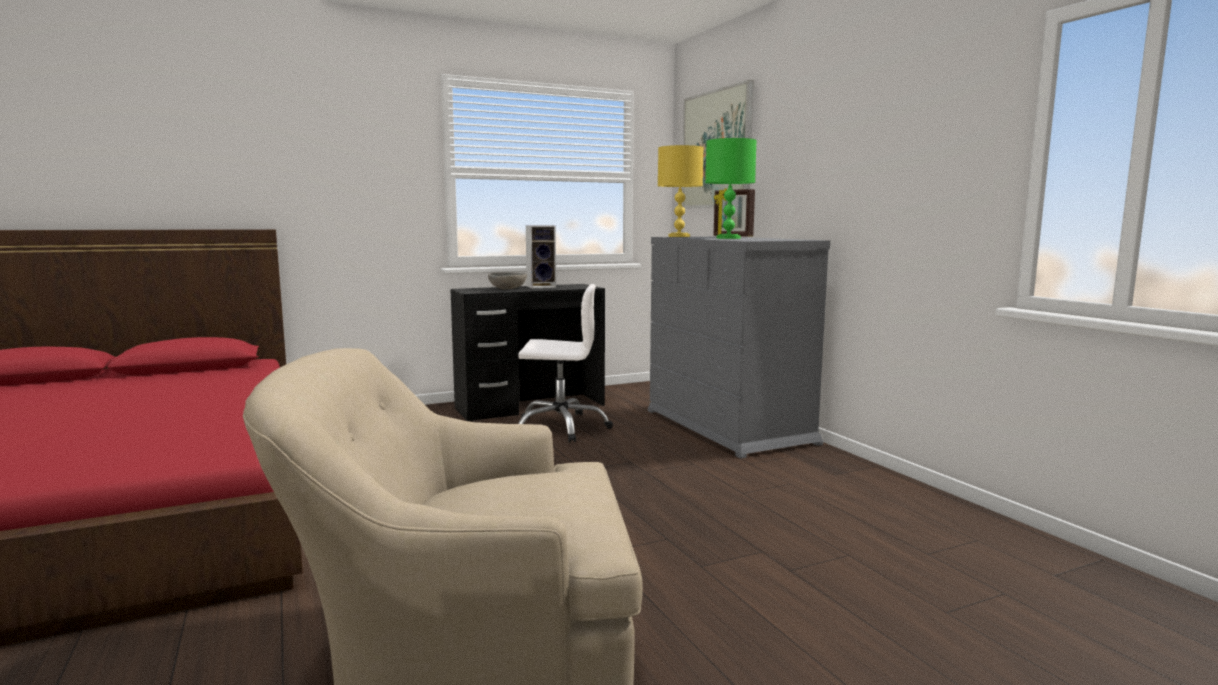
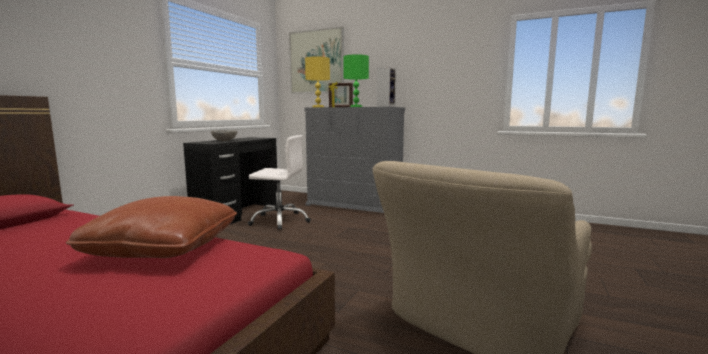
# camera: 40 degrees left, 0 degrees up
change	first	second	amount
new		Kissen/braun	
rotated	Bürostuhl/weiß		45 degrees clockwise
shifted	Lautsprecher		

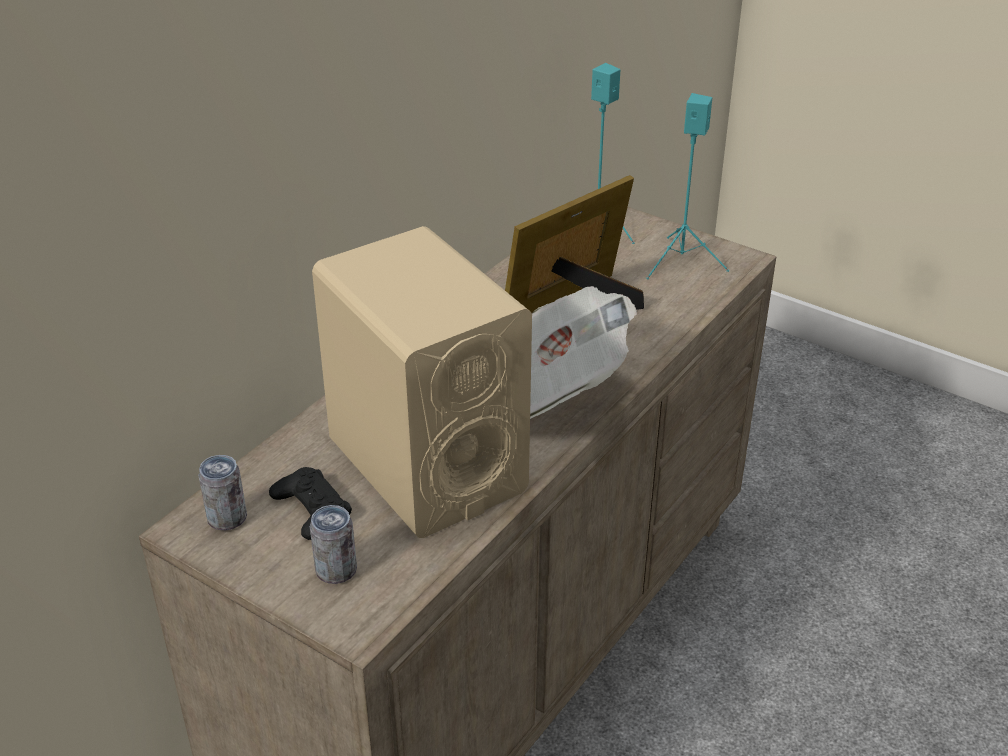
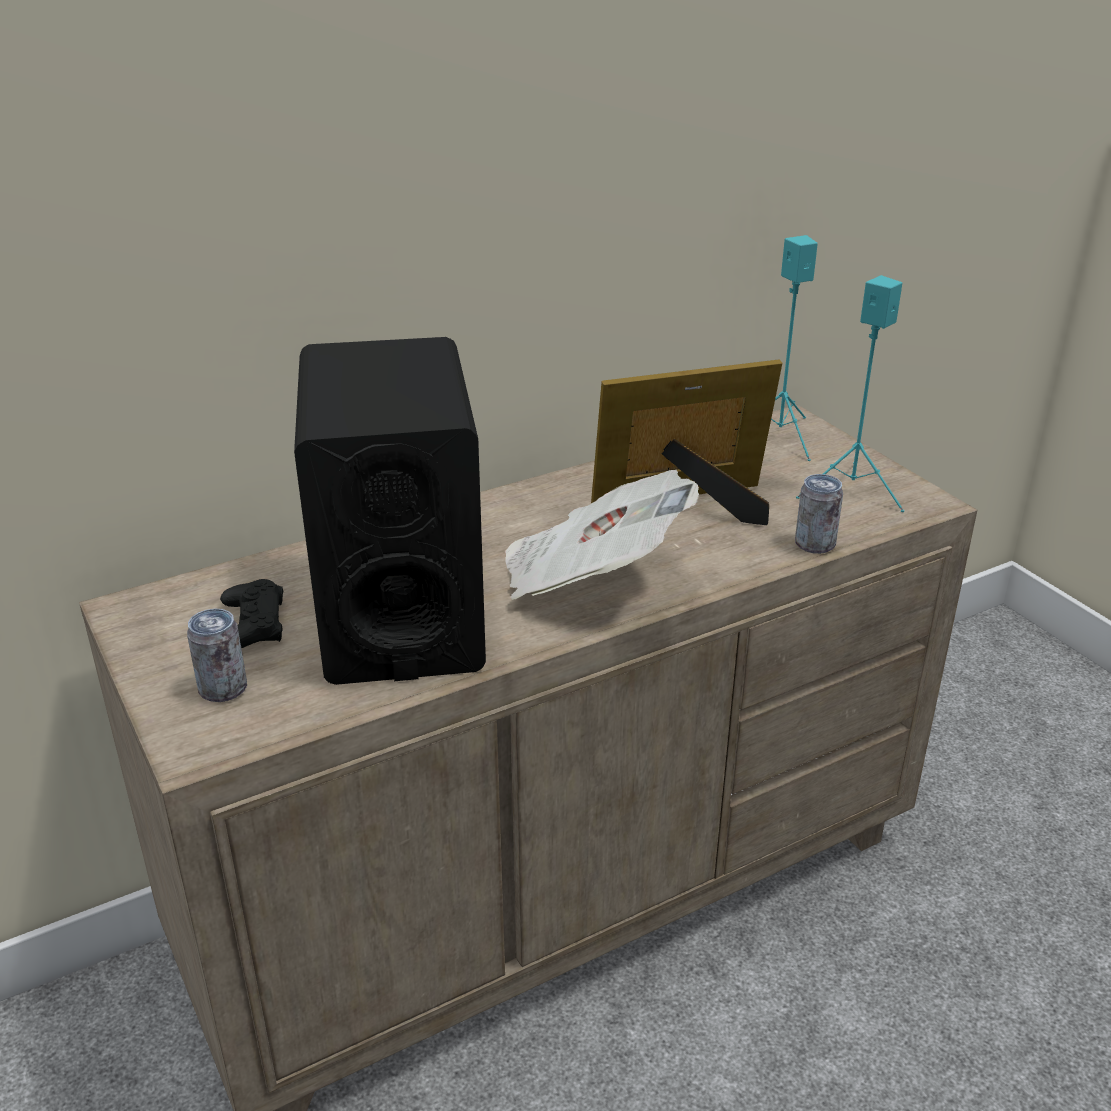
# camera: 25 degrees right, 5 degrees down
change	first	second	amount
repainted	Lautsprecher/beige	Lautsprecher/schwarz	
shifted	Dose (no. 1 from left in the first image)	Dose (no. 2 from left)	

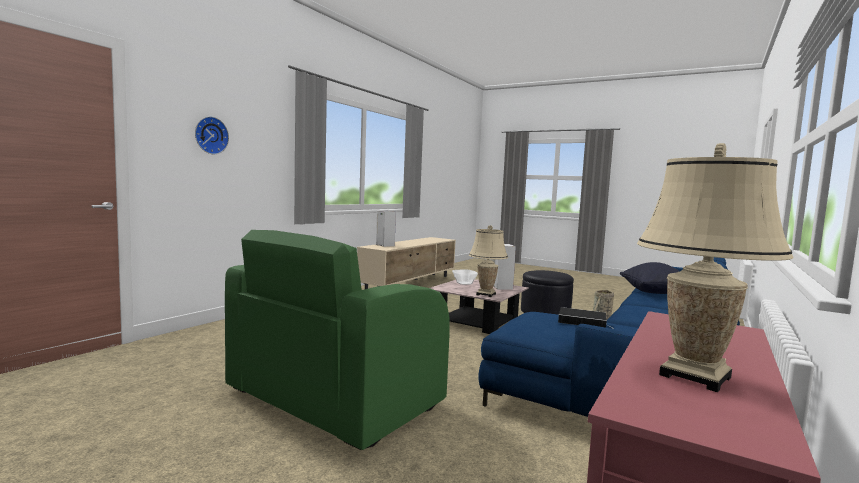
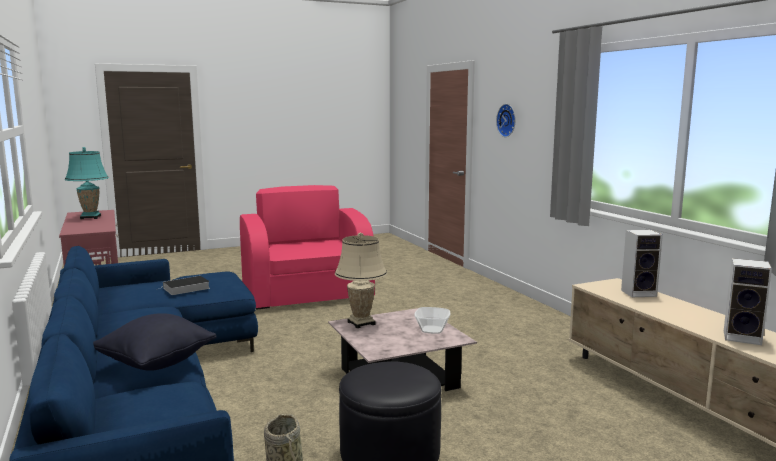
# camera: 125 degrees right, 5 degrees up
change	first	second	amount
repainted	Tischlampe/beige (no. 2 from left)	Tischlampe/türkis	
repainted	Sessel/grün	Sessel/rosa	
shifted	Lautsprecher (no. 2 from left)		

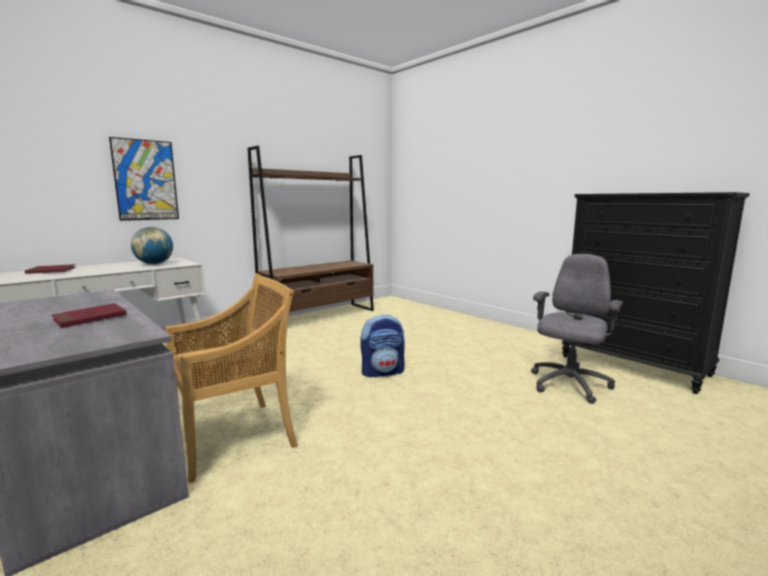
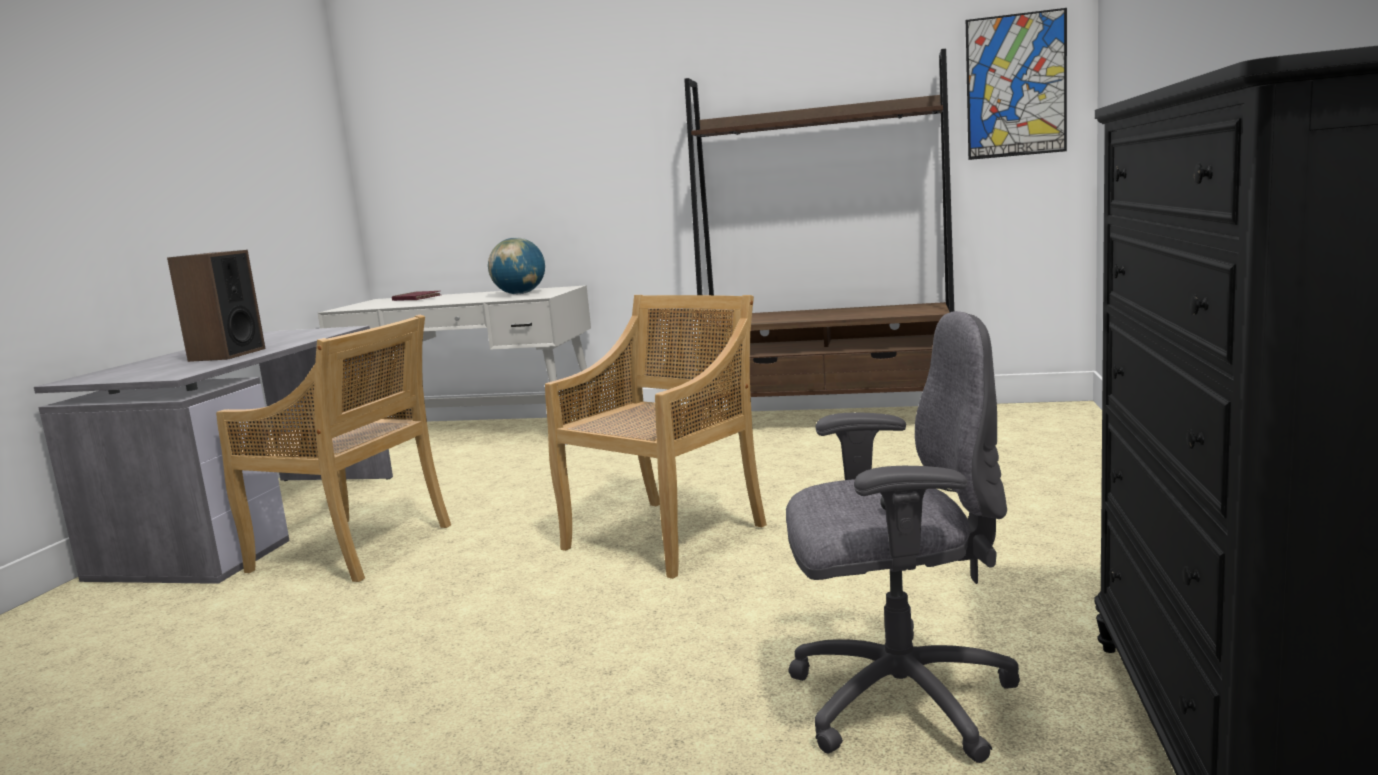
# camera: 55 degrees right, 0 degrees up
change	first	second	amount
swapped	Buch/rot (no. 2 from left)	Lautsprecher	
swapped	Rucksack	Stuhl/beige (no. 2 from left)	
shifted	Bild		

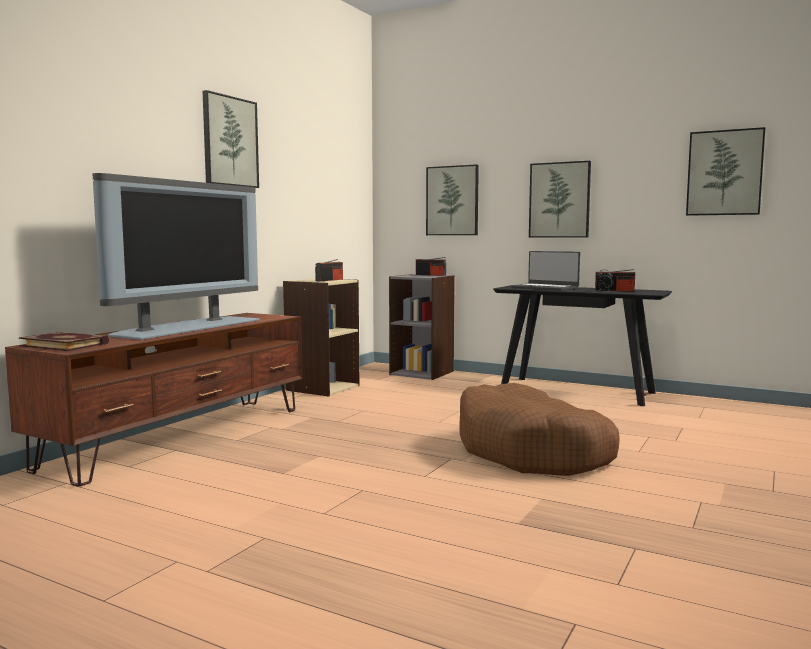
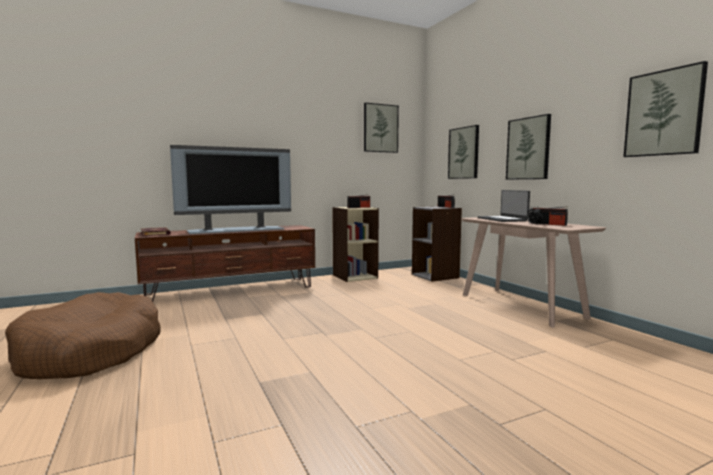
# camera: 35 degrees right, 0 degrees up
change	first	second	amount
shifted	Hundebett/braun		
shifted	Bild (no. 1 from left)		
repainted	Konsolentisch/schwarz	Konsolentisch/beige	

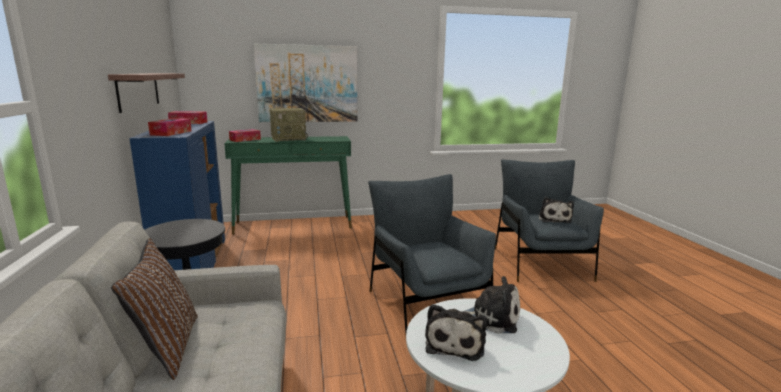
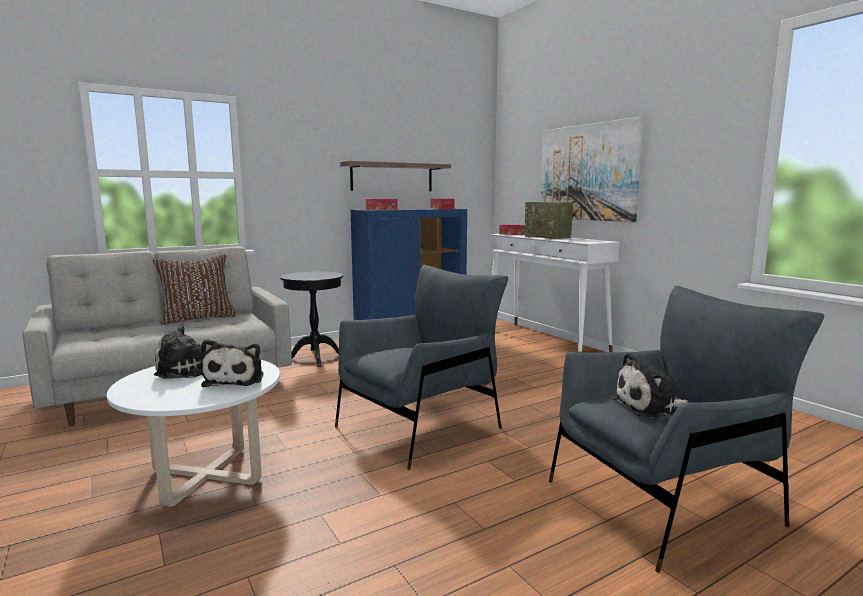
# camera: 70 degrees right, 5 degrees down
change	first	second	amount
repainted	Konsolentisch/grün	Konsolentisch/weiß	

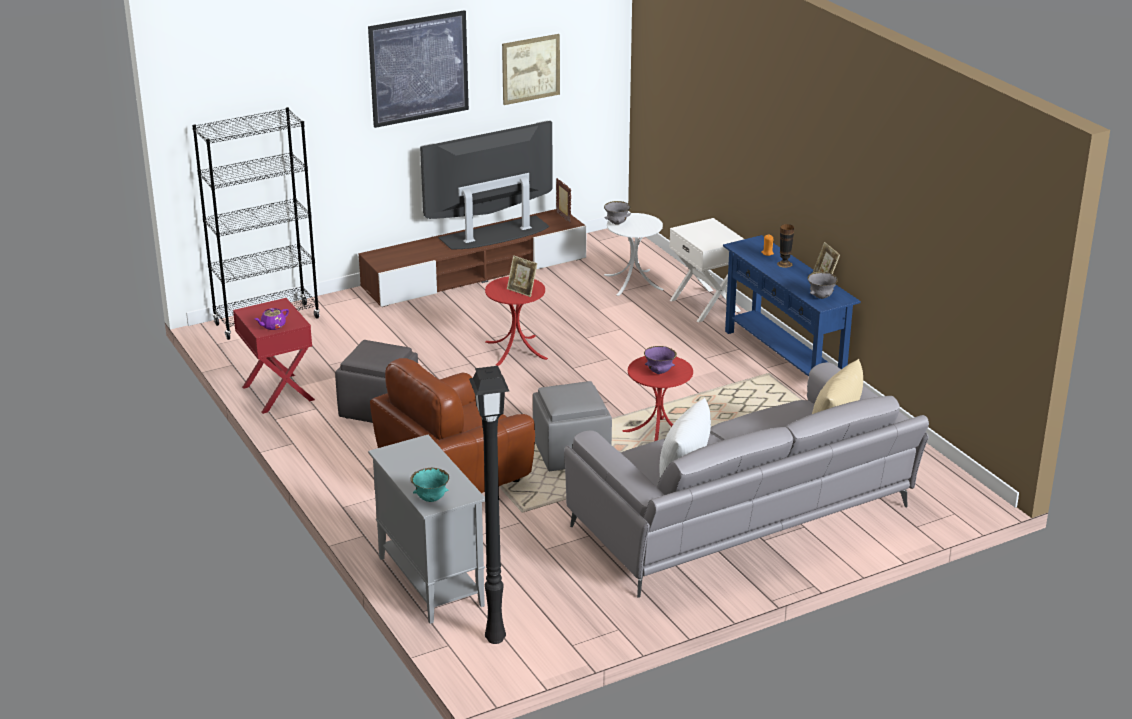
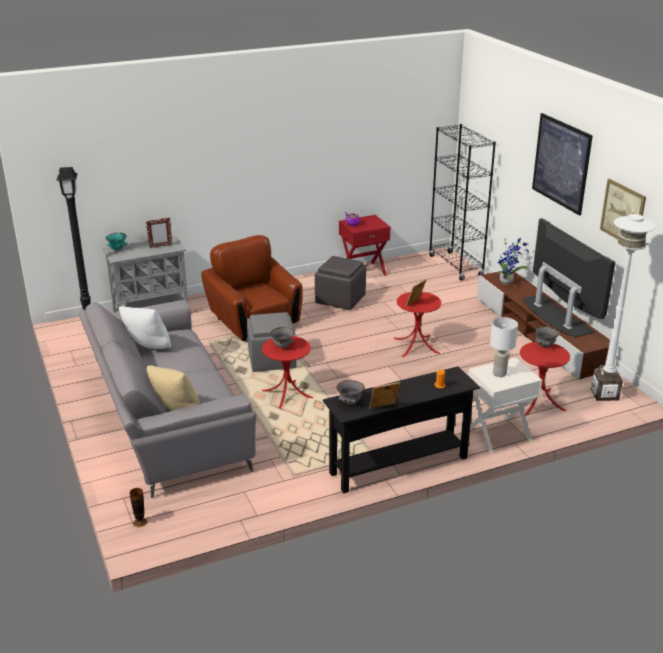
# camera: 95 degrees right, 0 degrees up
change	first	second	amount
shifted	Vase		
shifted	Bilderrahmen (no. 2 from left in the first image)	Bilderrahmen (no. 1 from left)	
repainted	Schüssel/lila	Schüssel/grau (no. 1 from left)	
repainted	Konsolentisch/blau	Konsolentisch/schwarz	
new		Tischlampe/weiß	
new		Topfpflanze	
repainted	Beistelltisch/weiß	Beistelltisch/rot (no. 3 from left)	
new		Stehlampe/weiß	

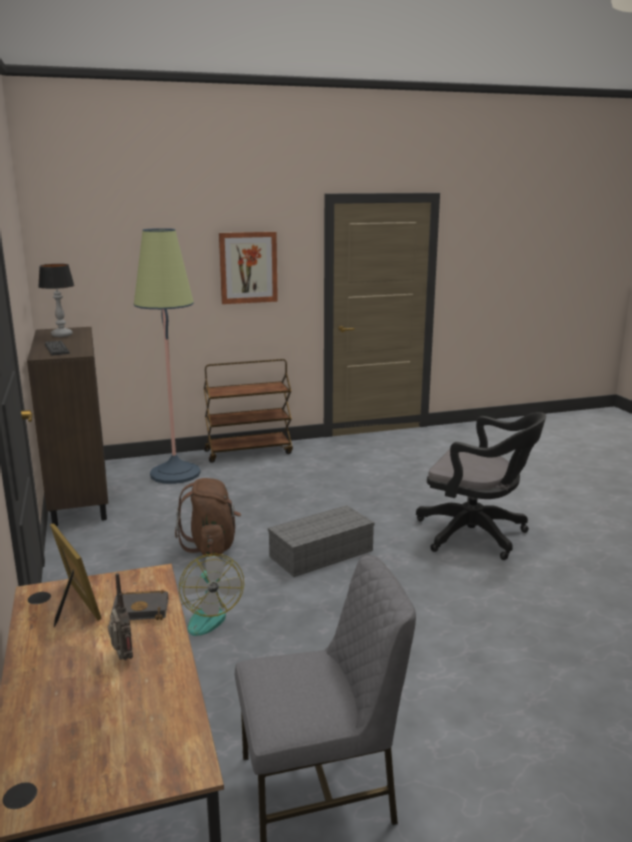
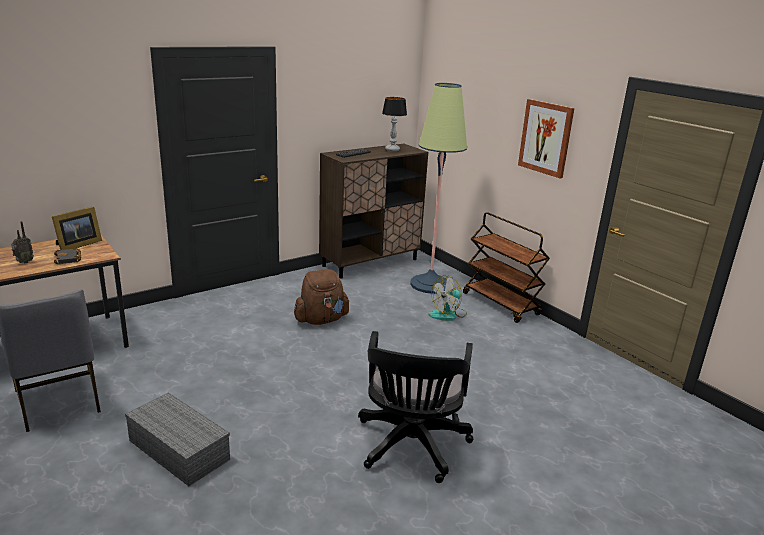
# camera: 70 degrees right, 5 degrees up
change	first	second	amount
shifted	Aufbewahrungsbox/grau		
shifted	Ventilator		

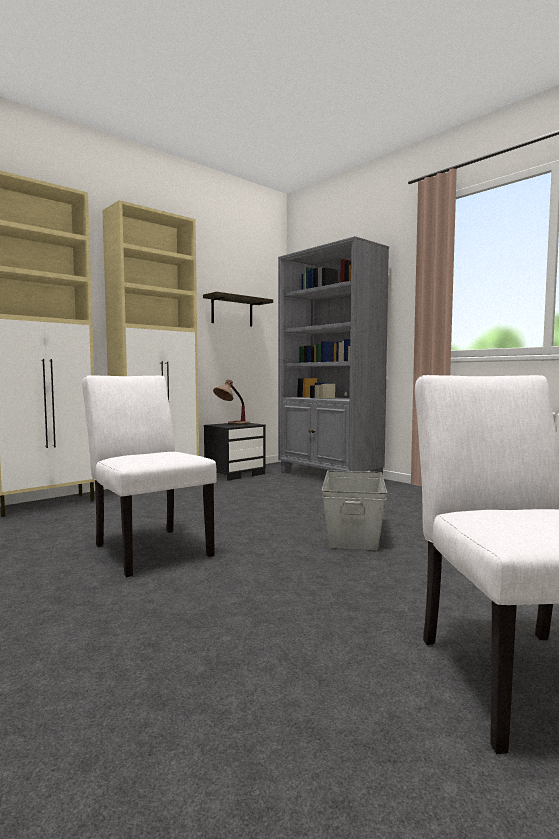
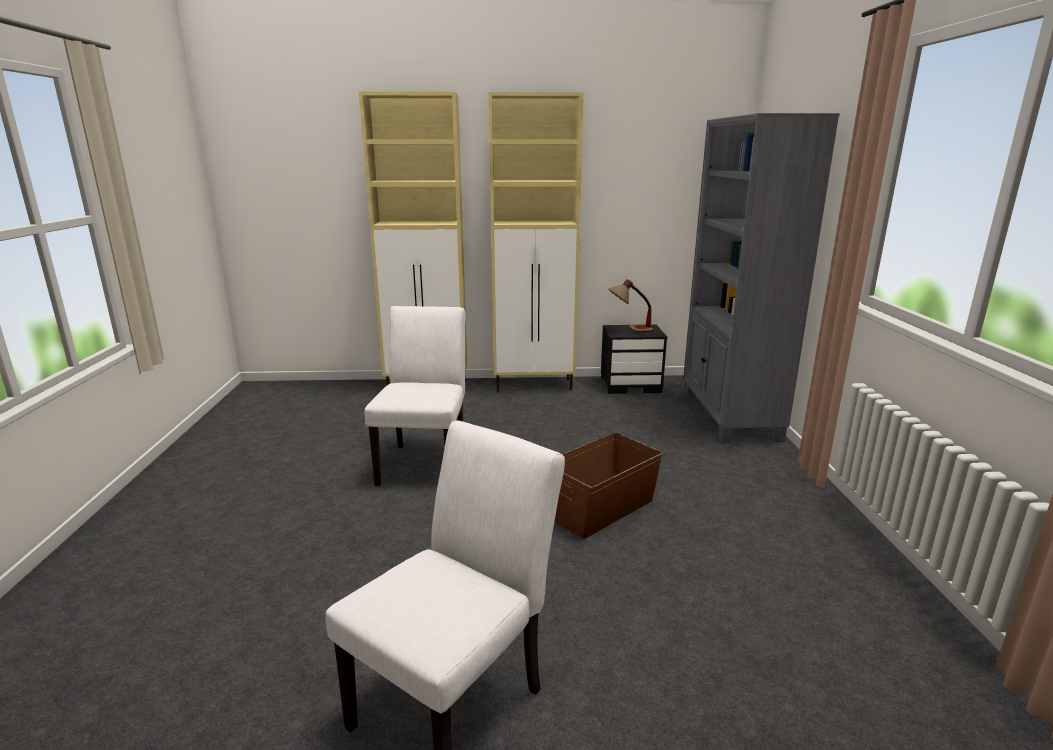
# camera: 40 degrees right, 15 degrees up
change	first	second	amount
repainted	Aufbewahrungsbox/grau	Aufbewahrungsbox/braun	
gone	Wandregal		

